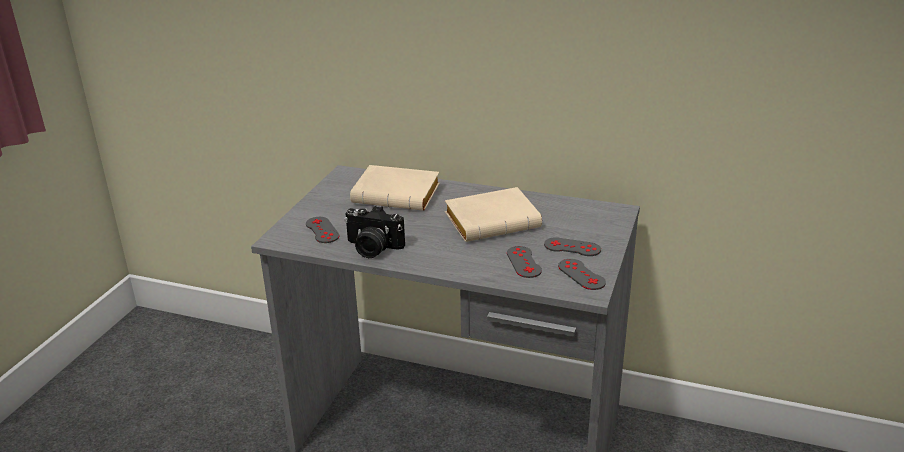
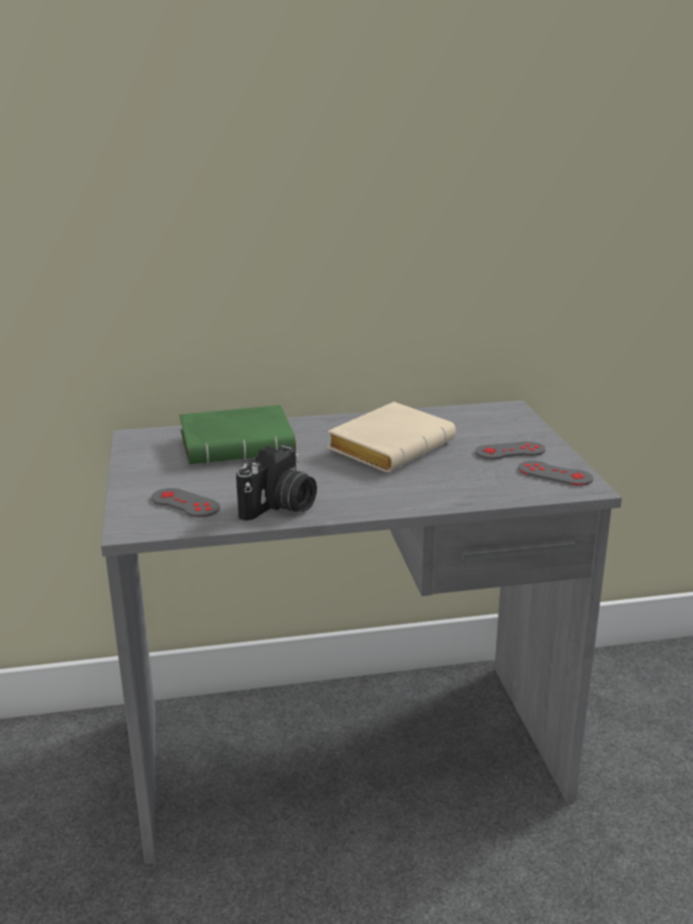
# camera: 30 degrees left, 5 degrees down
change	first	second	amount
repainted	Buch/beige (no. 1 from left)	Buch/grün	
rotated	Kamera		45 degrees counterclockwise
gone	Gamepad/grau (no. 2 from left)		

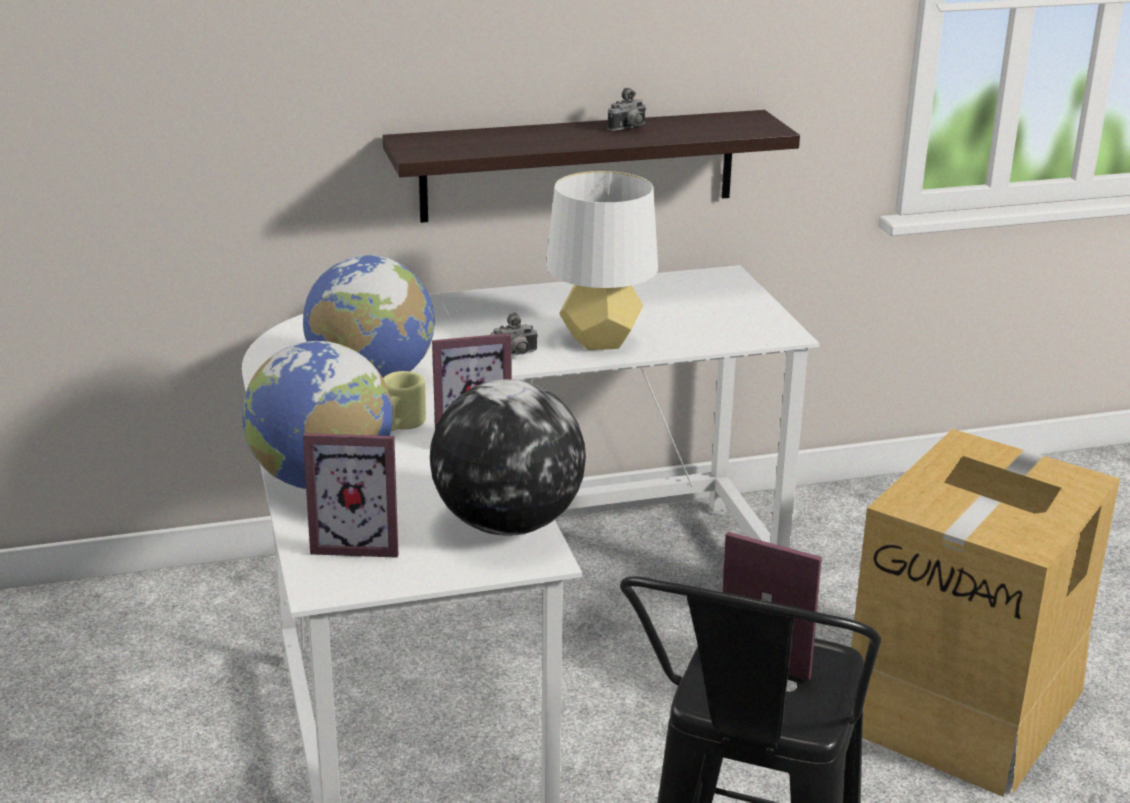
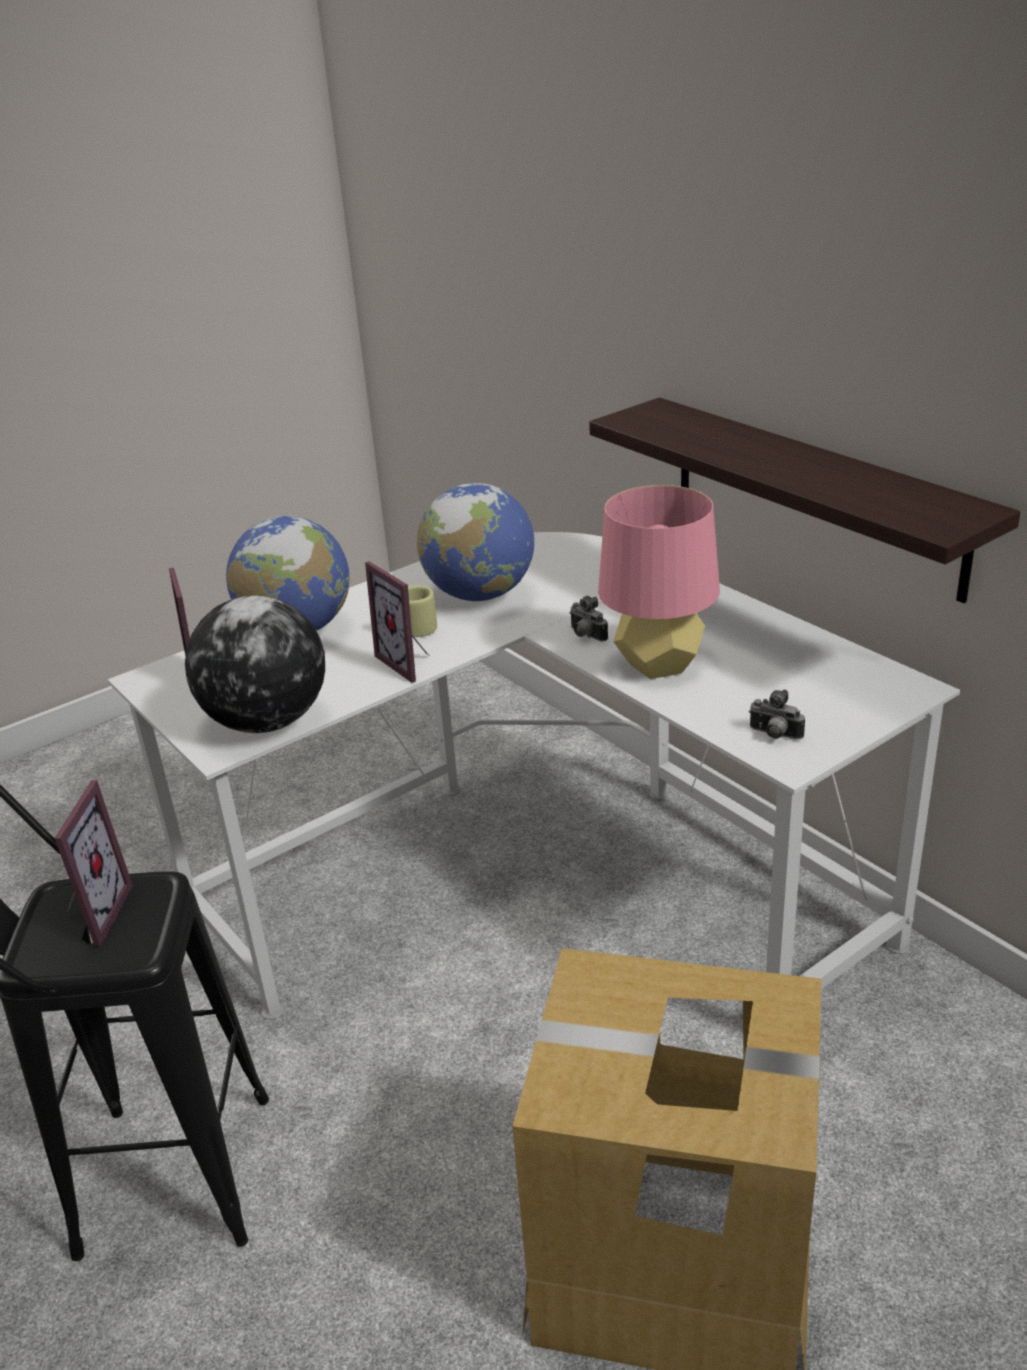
# camera: 70 degrees right, 5 degrees up
change	first	second	amount
repainted	Tischlampe/weiß	Tischlampe/rosa	
shifted	Kamera (no. 2 from left)		

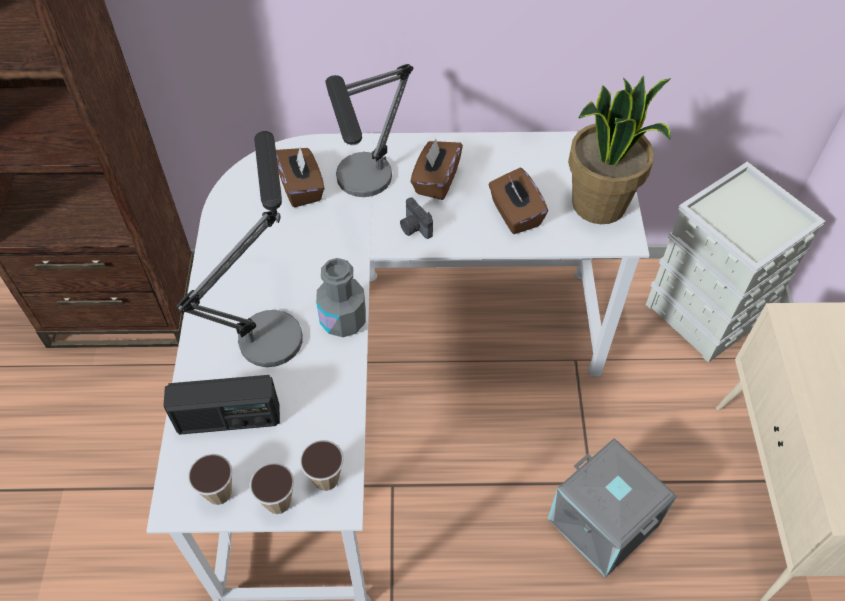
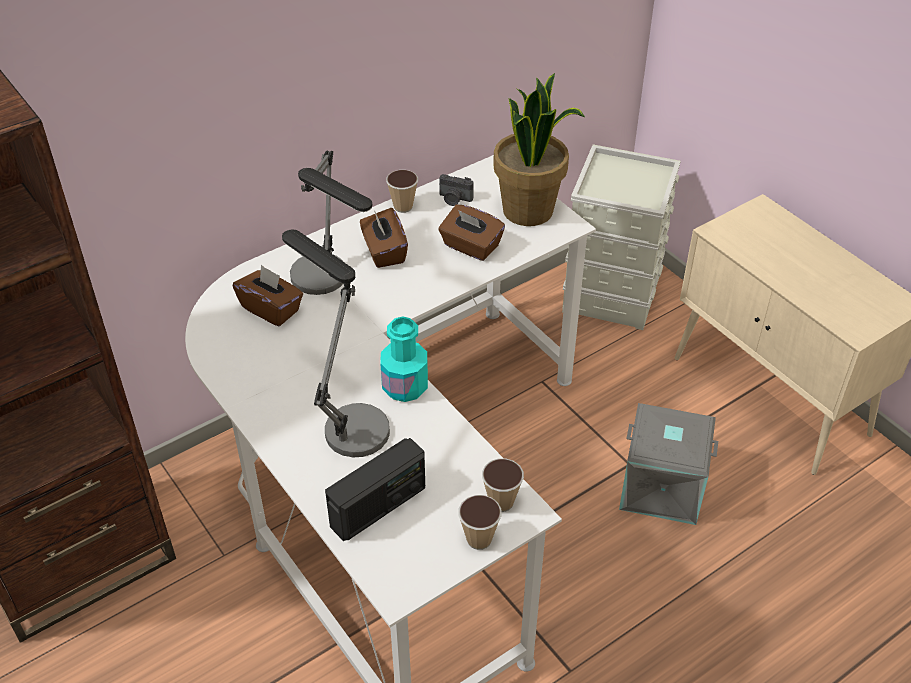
# camera: 35 degrees left, 10 degrees down
change	first	second	amount
repainted	Flasche/grau	Flasche/türkis	
shifted	Tasse (no. 1 from left)		
shifted	Kamera		

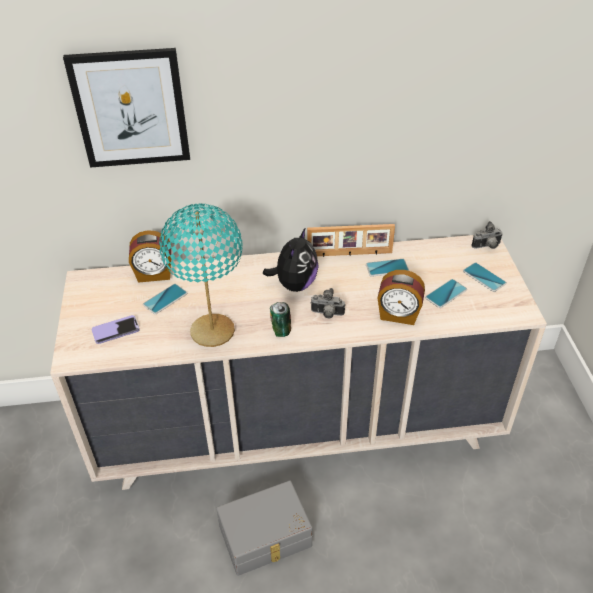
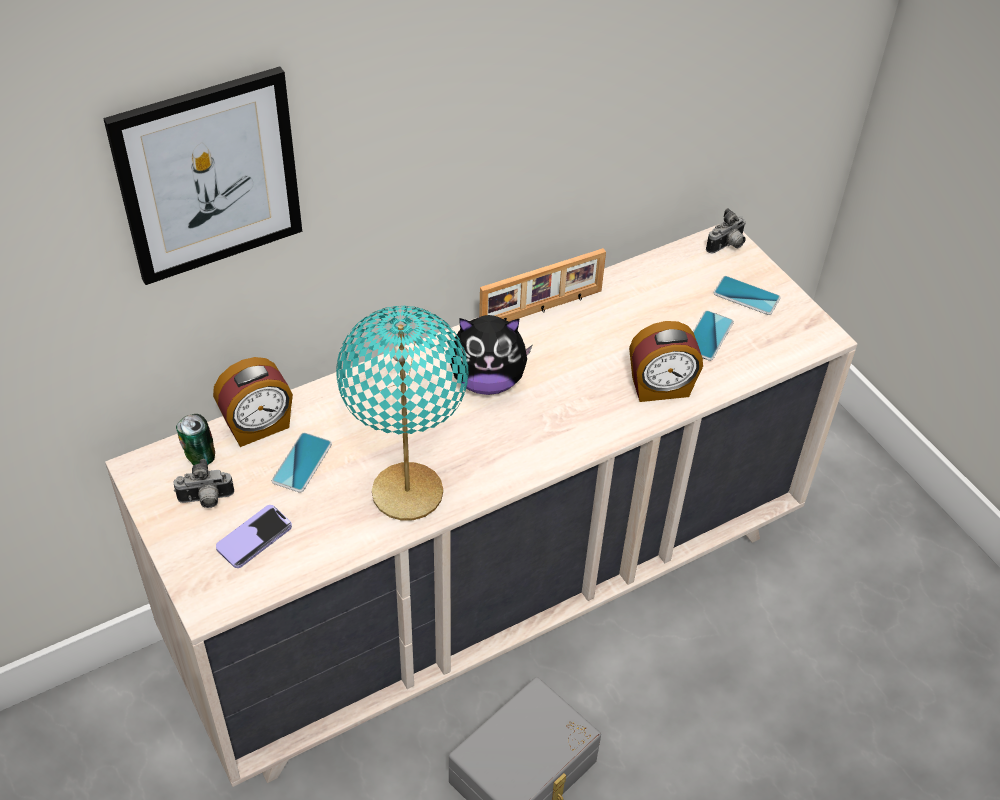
# camera: 25 degrees left, 5 degrees up
change	first	second	amount
shifted	Kamera (no. 1 from left)		
shifted	Dose		
rotated	Plüschtier		90 degrees clockwise
gone	Handy (no. 3 from left)		

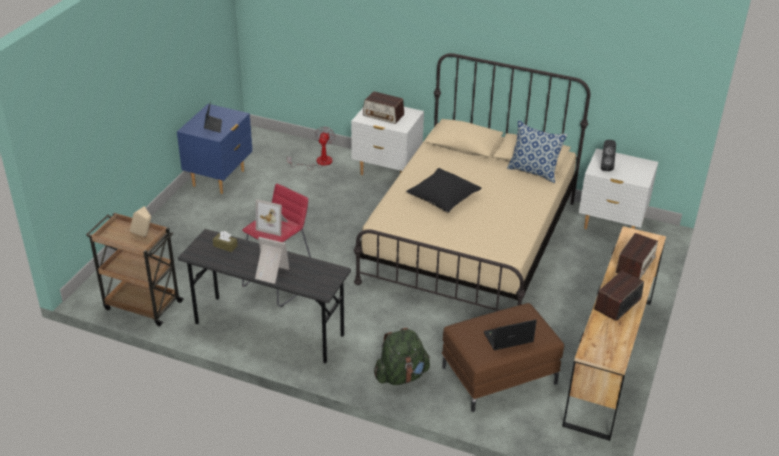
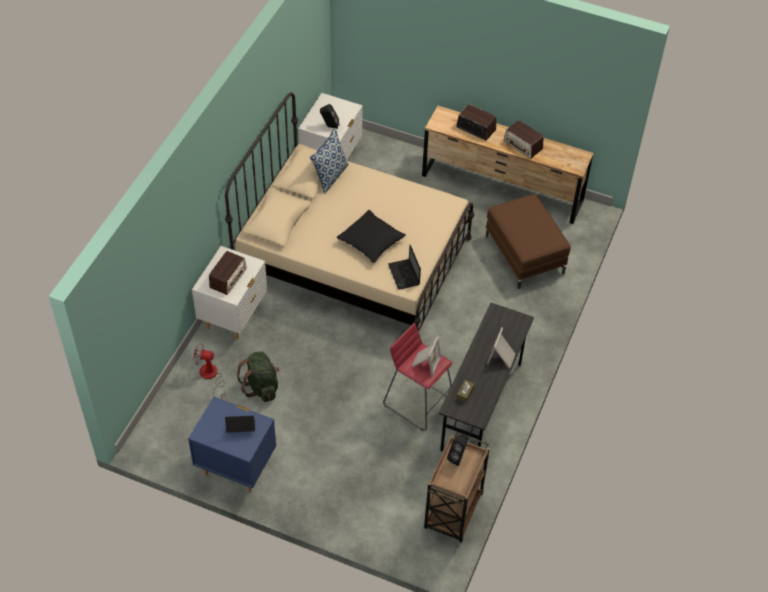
# camera: 90 degrees left, 15 degrees up
change	first	second	amount
shifted	Rucksack/grün		
shifted	Laptop (no. 2 from left)		
repainted	Lautsprecher/beige	Lautsprecher/schwarz (no. 2 from left)	

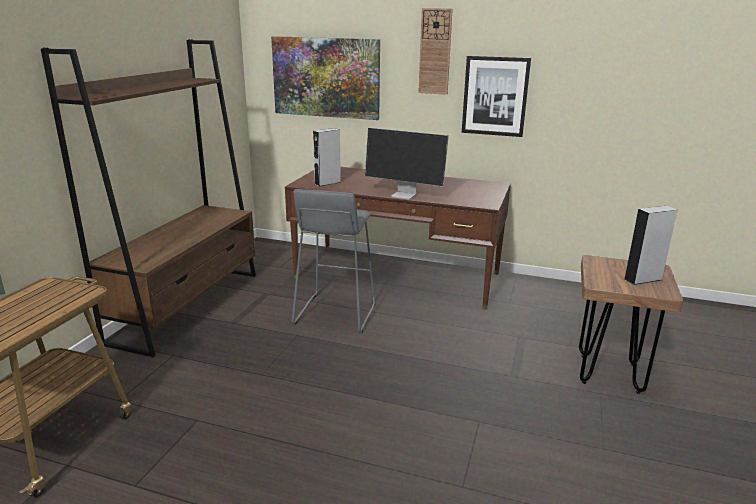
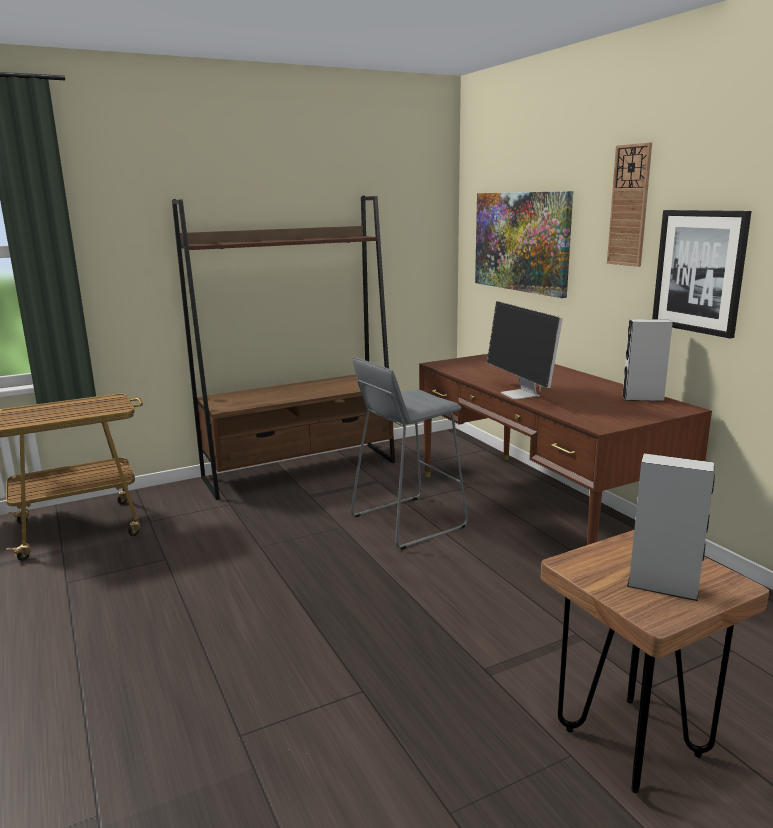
# camera: 45 degrees right, 5 degrees down
change	first	second	amount
shifted	Lautsprecher/grau (no. 1 from left)		

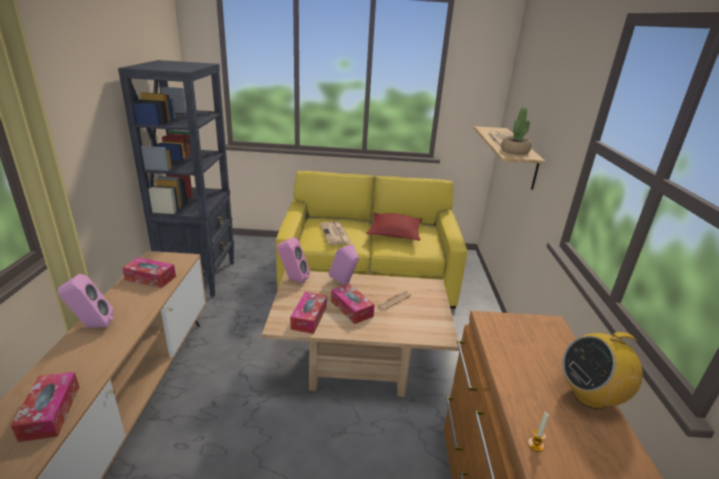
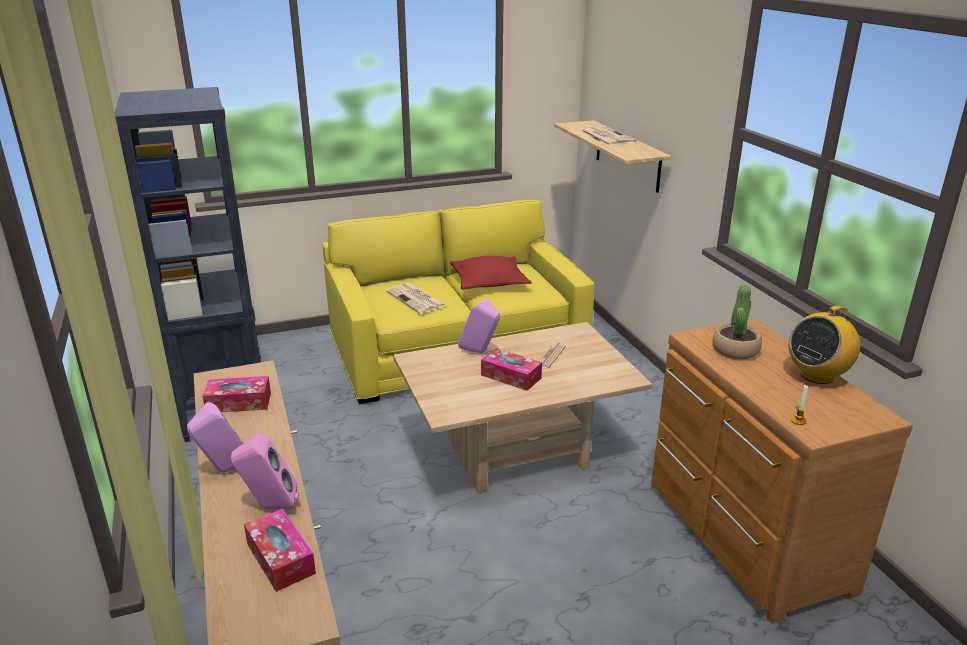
# camera: 20 degrees left, 0 degrees up
change	first	second	amount
shifted	Lautsprecher/rosa (no. 2 from left)		
shifted	Topfpflanze		
gone	Taschentuchbox (no. 3 from left)		

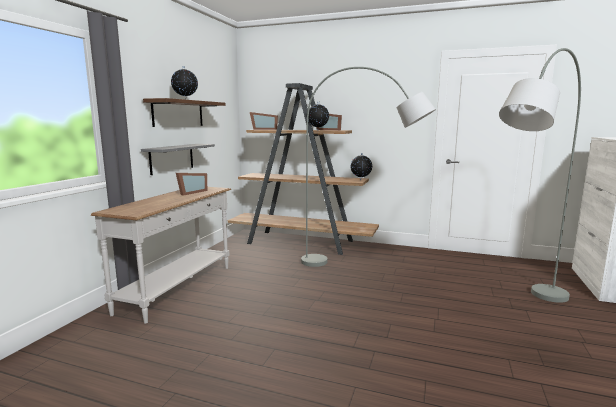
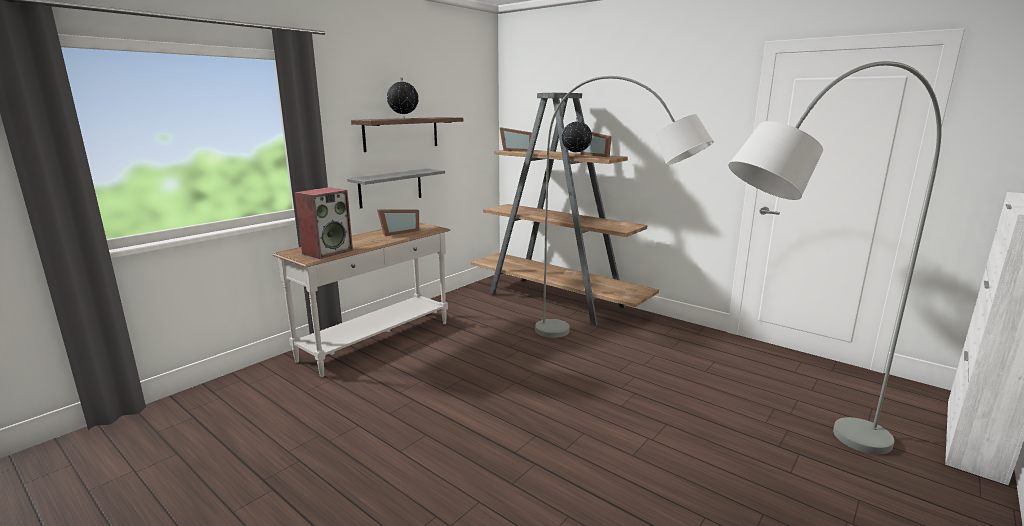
# camera: 20 degrees right, 5 degrees up
change	first	second	amount
new		Lautsprecher	
gone	Globus (no. 3 from left)		

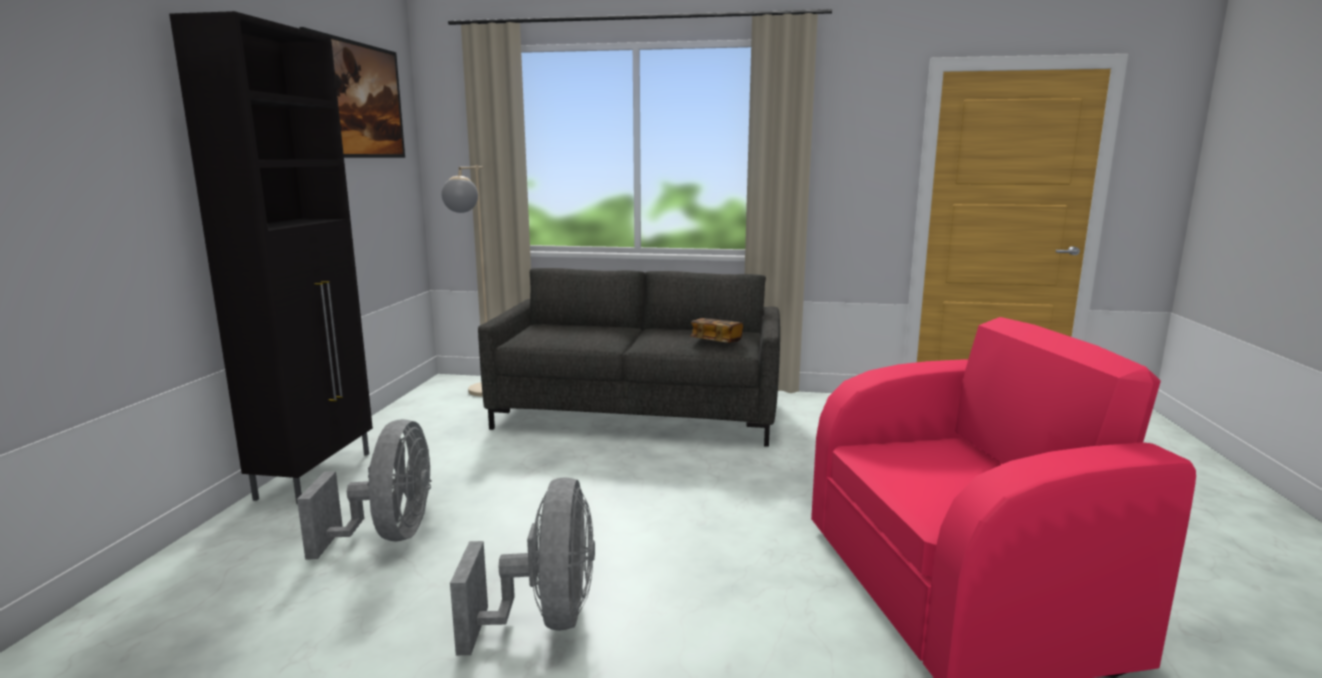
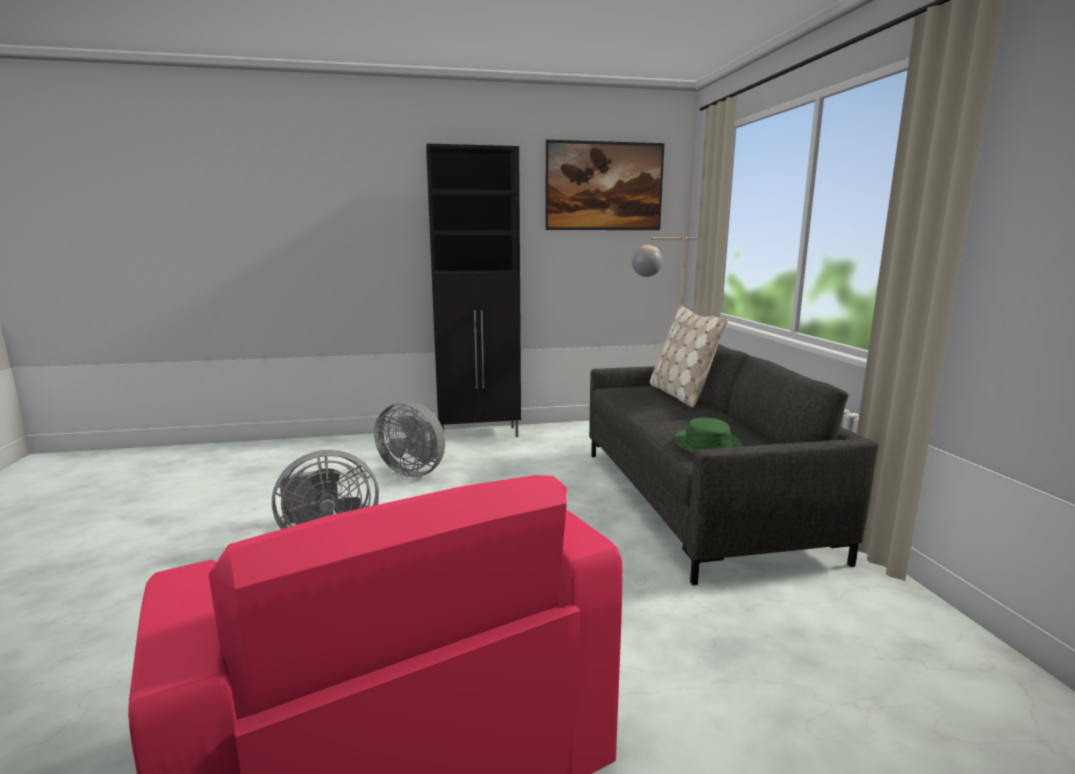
# camera: 70 degrees right, 0 degrees up
change	first	second	amount
rotated	Ventilator/grau (no. 1 from left in the first image)	Ventilator/grau (no. 2 from left)	45 degrees clockwise
new		Kissen/beige	
swapped	Buch	Hut/grün	

